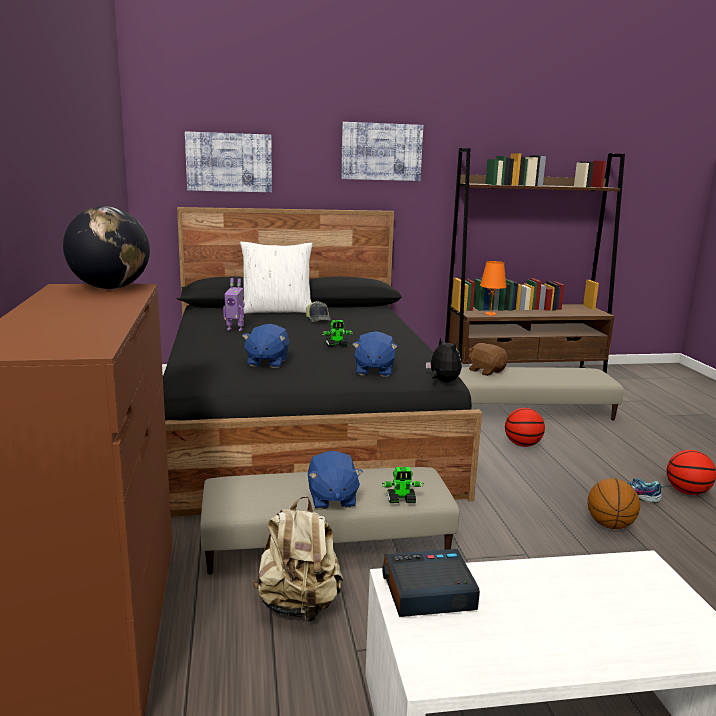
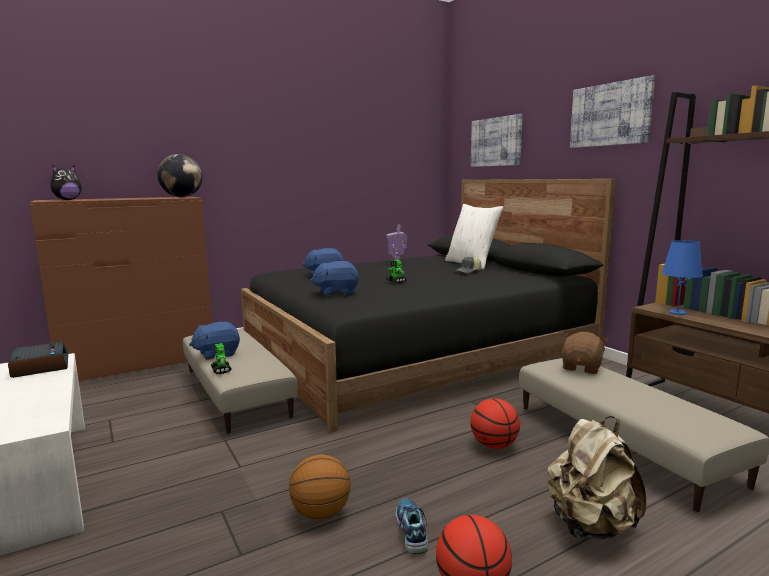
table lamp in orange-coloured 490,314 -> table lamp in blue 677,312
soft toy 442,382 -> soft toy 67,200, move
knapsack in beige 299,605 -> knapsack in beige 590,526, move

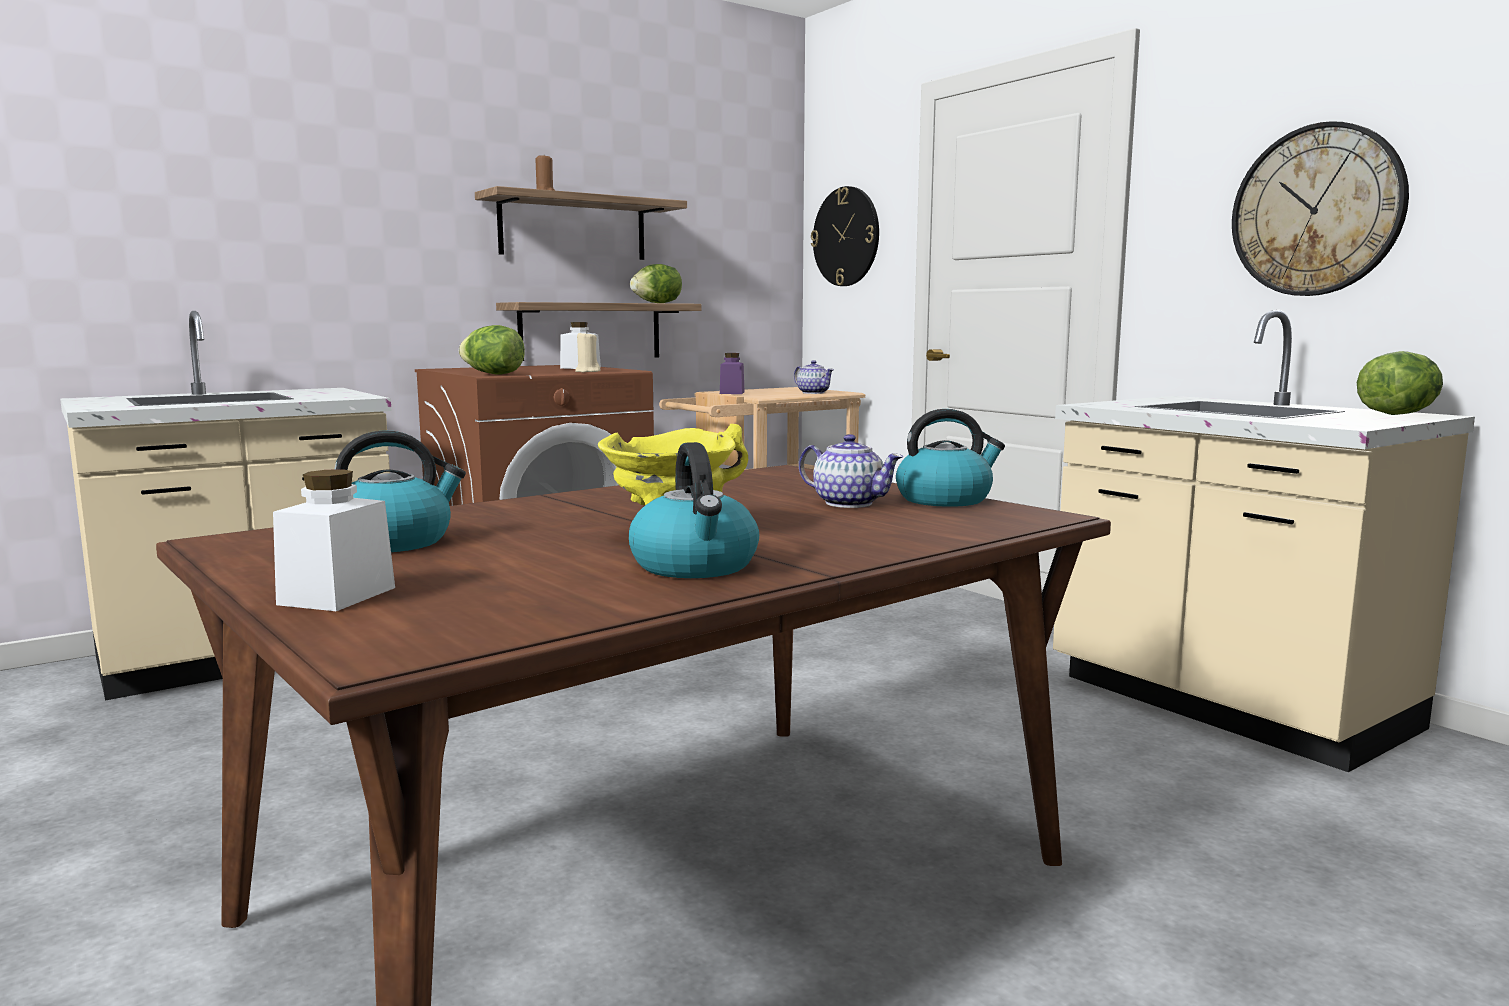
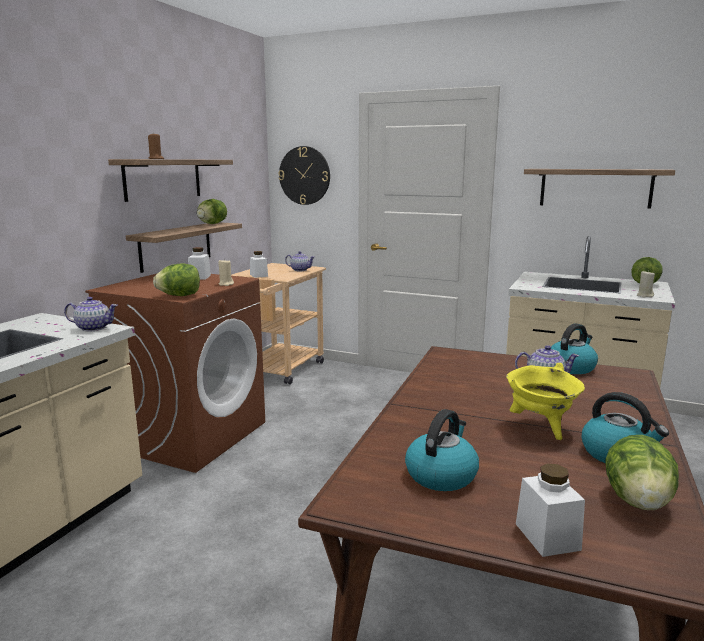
wall clock 1316,210 -> shelf 595,188
storage jar in purple 732,393 -> storage jar in whitish 259,275
none -> wax light in beige 644,295
none -> tea pot 93,328
none -> head of lettuce 638,501

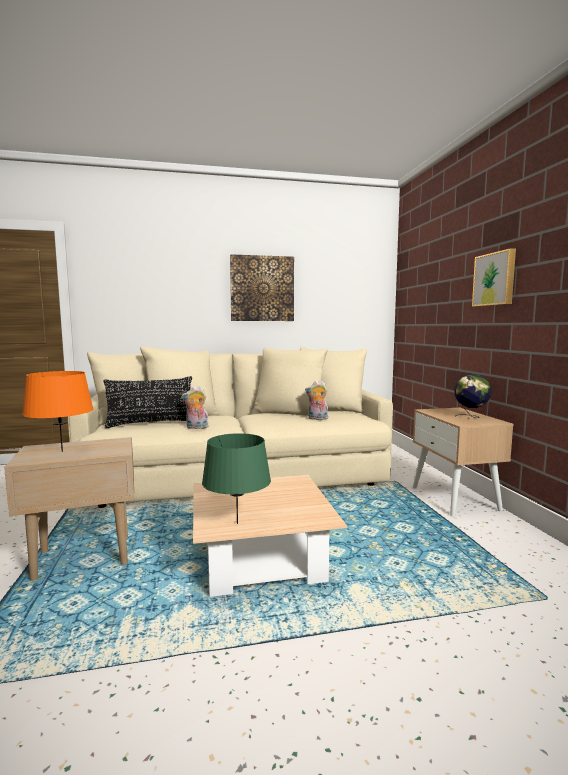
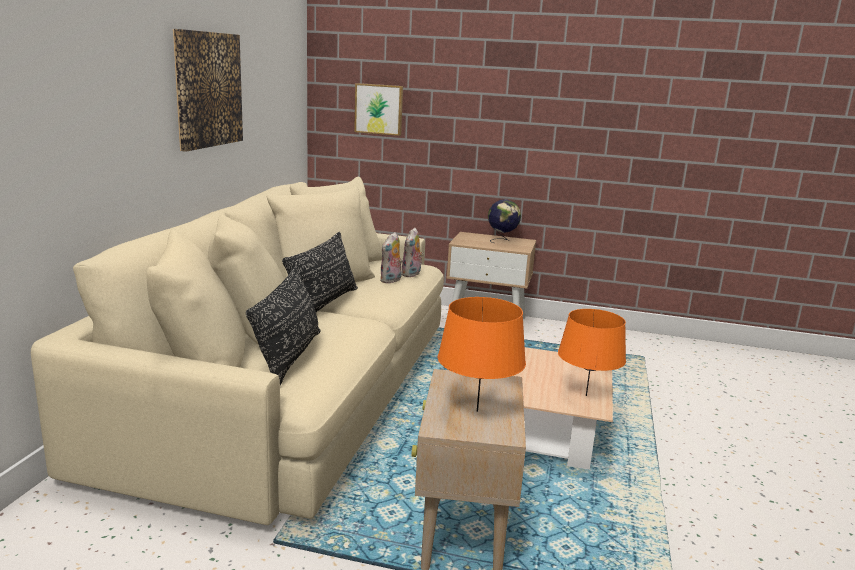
picture 495,279 -> picture 379,109, move
soft toy 196,427 -> soft toy 412,274, move
table lamp in green 237,523 -> table lamp in orange-coloured 586,395
none -> cushion in black-coloured 324,304

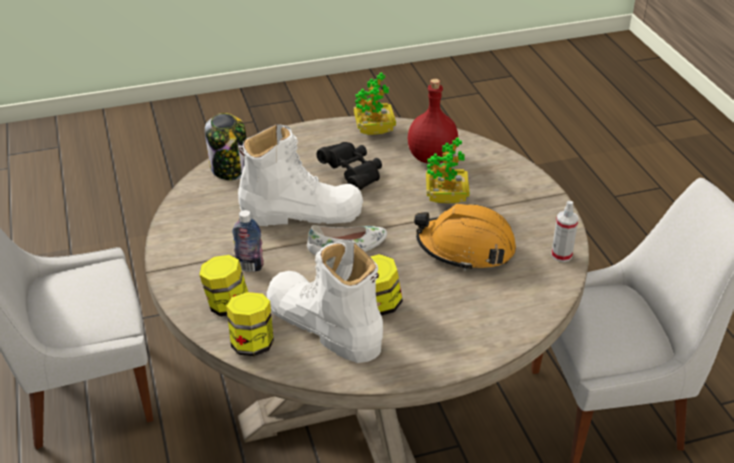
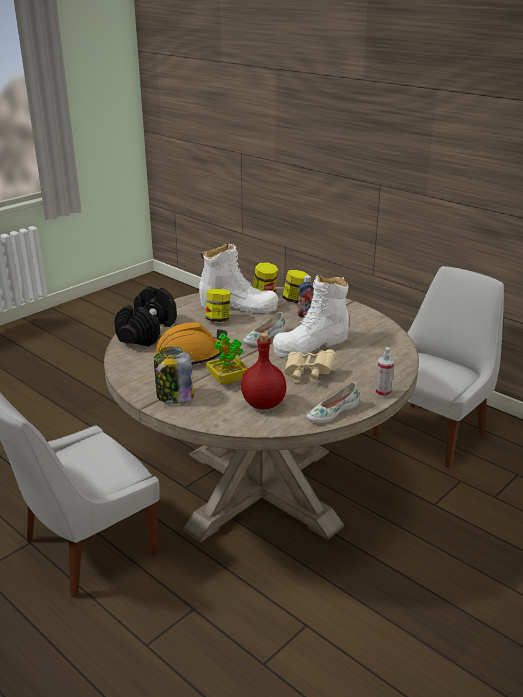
houseplant 374,130 -> shoe in whitish 332,412
storage jar 230,169 -> storage jar 174,396, move
binoculars in black-coloured 353,174 -> binoculars in beige 307,375
sprayer 561,255 -> sprayer 383,392, move
none -> dumbbell in black-coloured 147,332

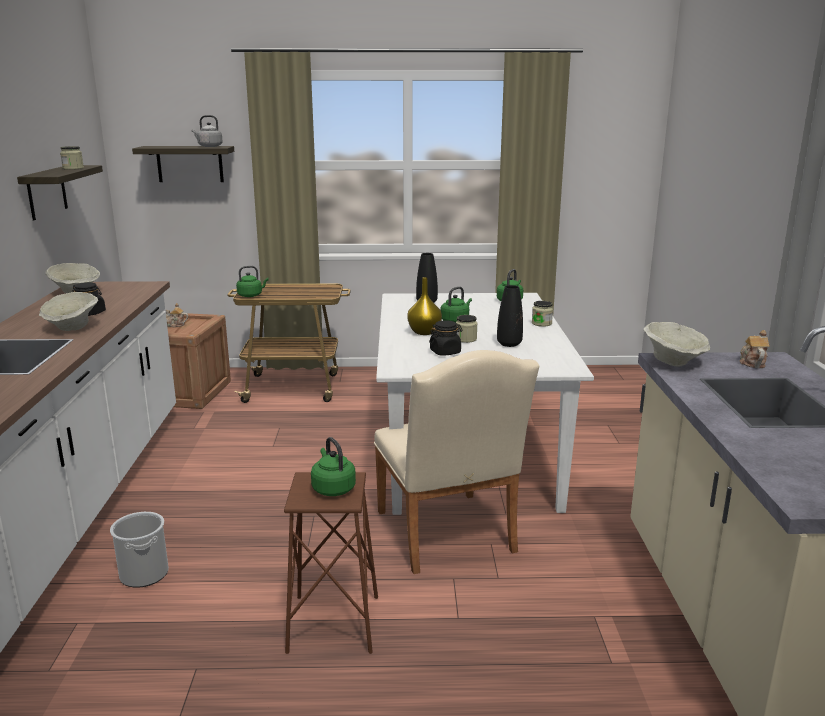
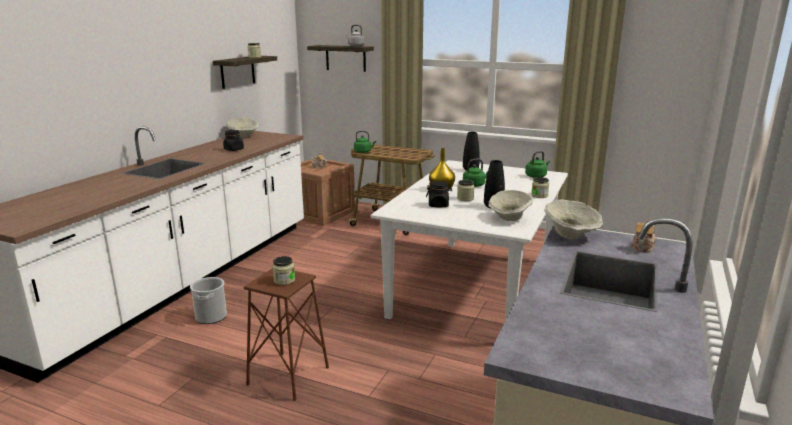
bowl in beige 71,328 -> bowl in beige 509,219, move
chair in beige 448,536 -> none
tea kettle in green 332,488 -> storage jar 284,280

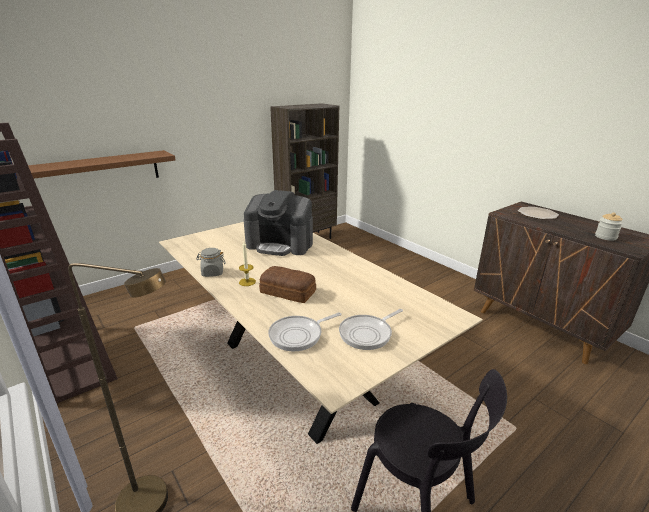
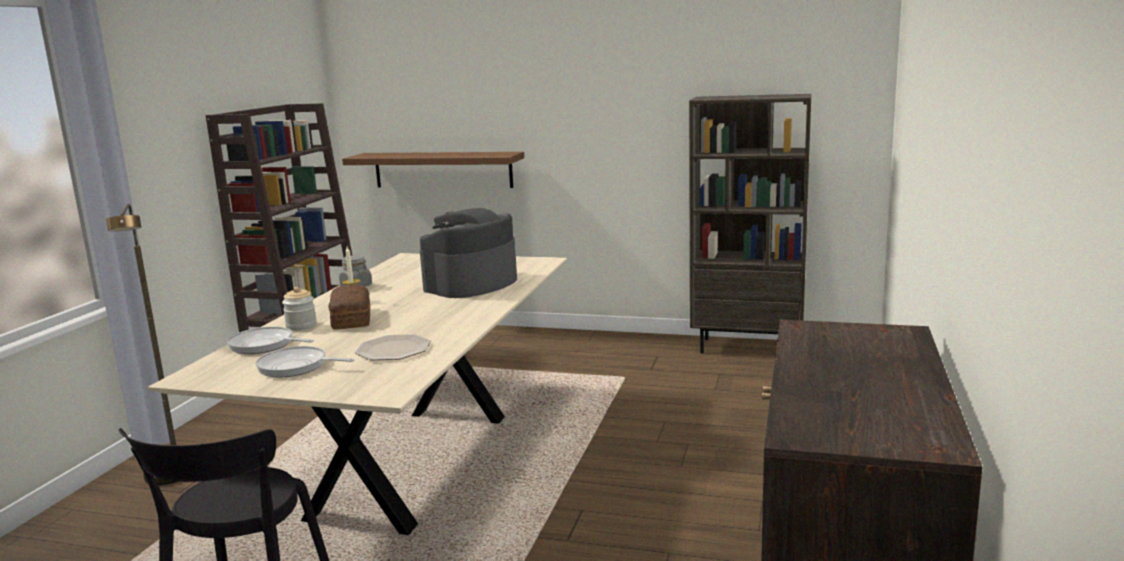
coffee machine 280,244 -> coffee machine 471,284, 60 degrees clockwise
plate 537,214 -> plate 393,349, move
storage jar 605,237 -> storage jar 301,326, move

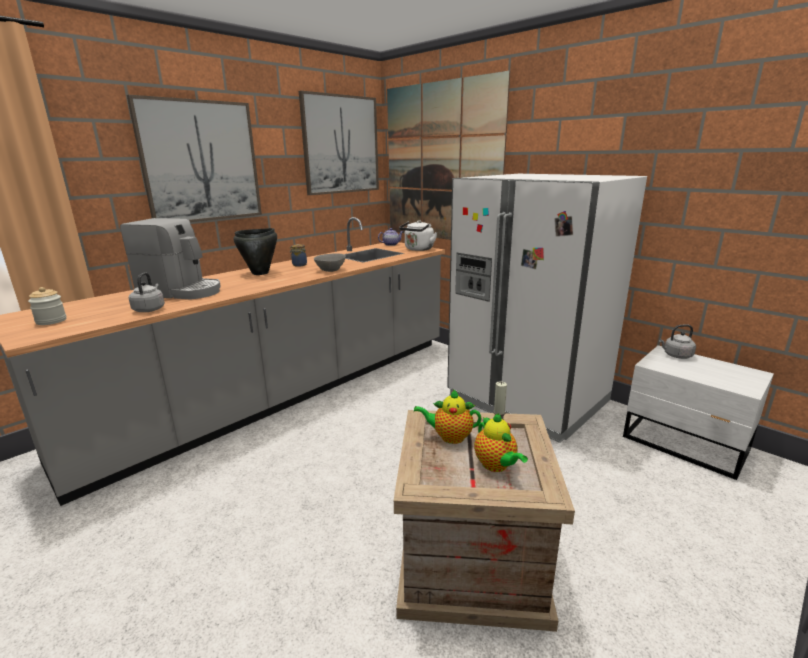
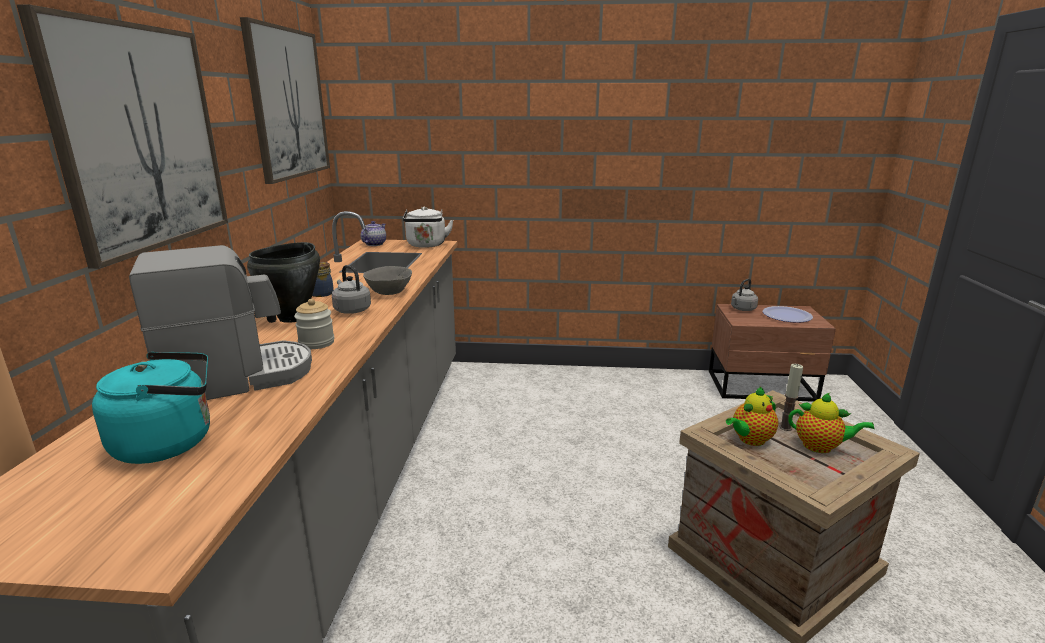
picture 441,163 -> none
kitchen fridge in whitish 527,399 -> none
tea kettle in greyish 149,309 -> tea kettle in greyish 351,310, move
storage jar 51,321 -> storage jar 316,343, move
nightstand in whitish 686,444 -> nightstand in brown 763,387
none -> plate 787,316
none -> tea kettle in blue-green 171,442

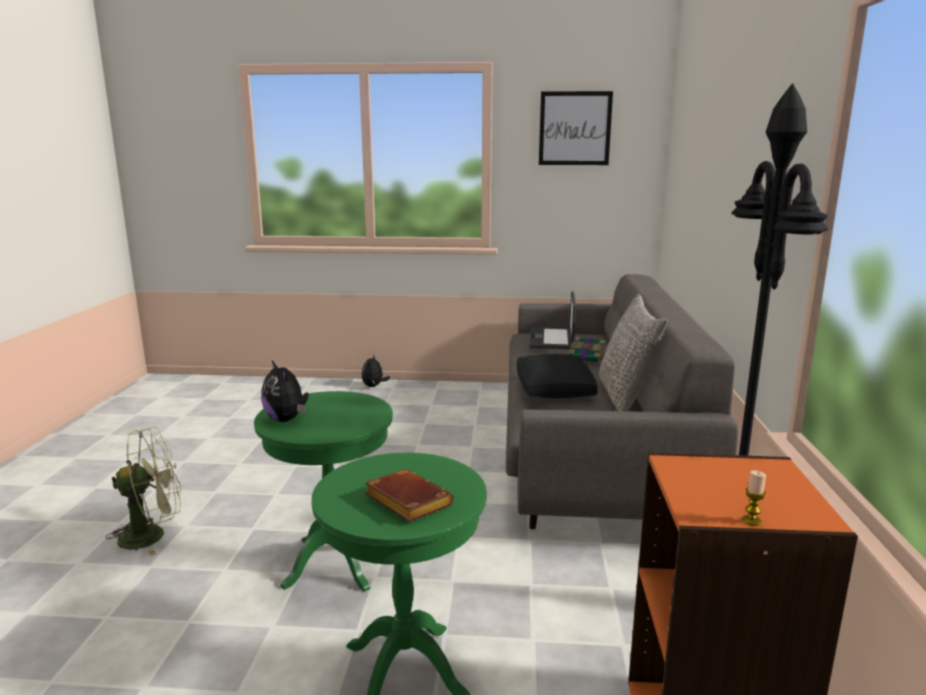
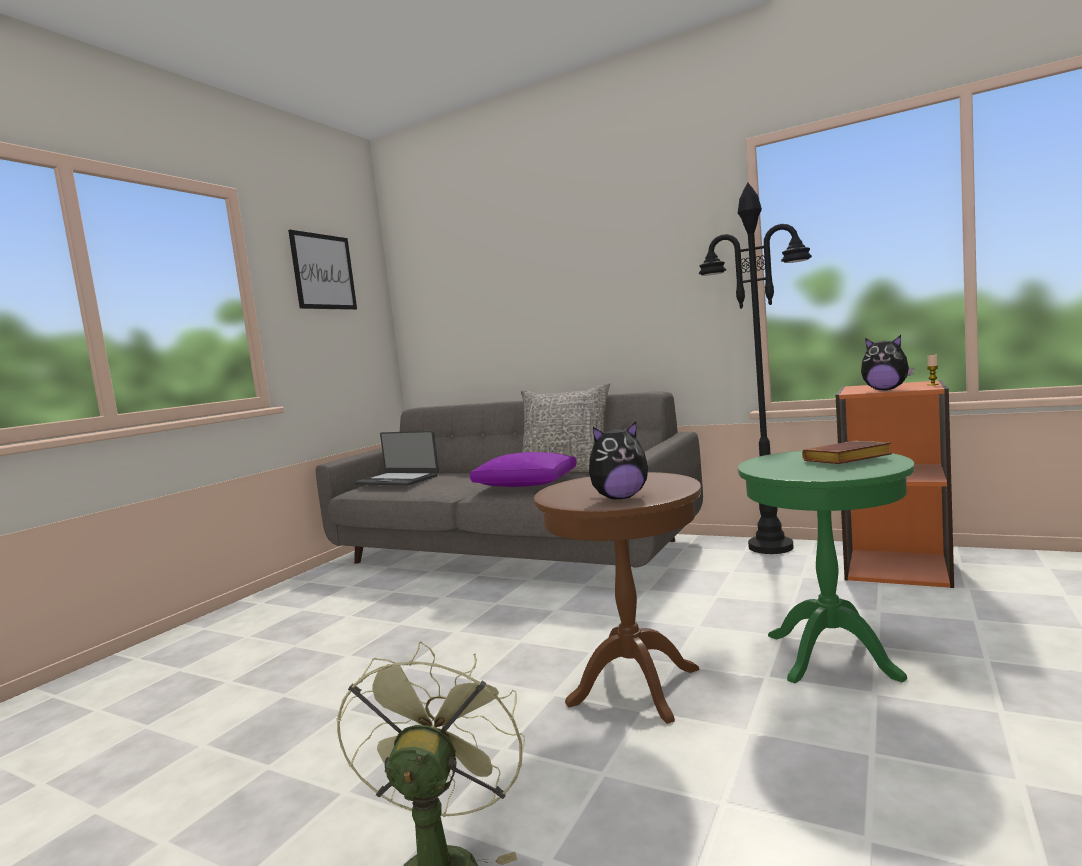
volume 587,357 -> none
soft toy 374,386 -> soft toy 885,390, move
cushion in black-coloured 554,390 -> cushion in purple 526,484
end table in green 334,563 -> end table in brown 634,686

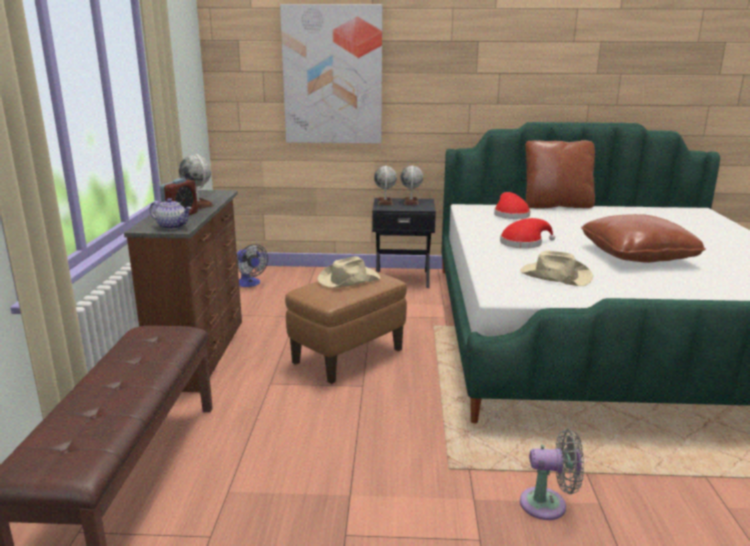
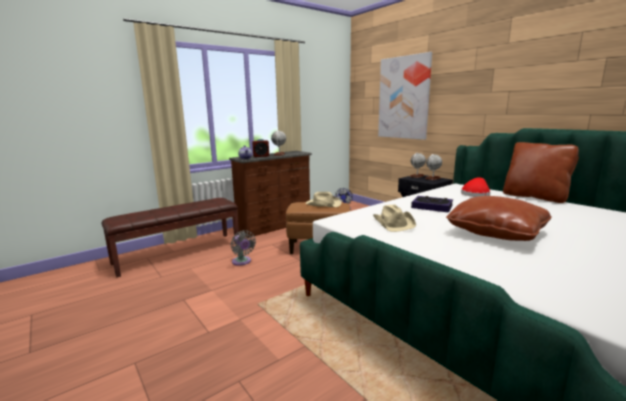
clothing hat in red-coloured 524,243 -> volume 432,207
cooling fan in greyish 548,504 -> cooling fan in greyish 242,262, move

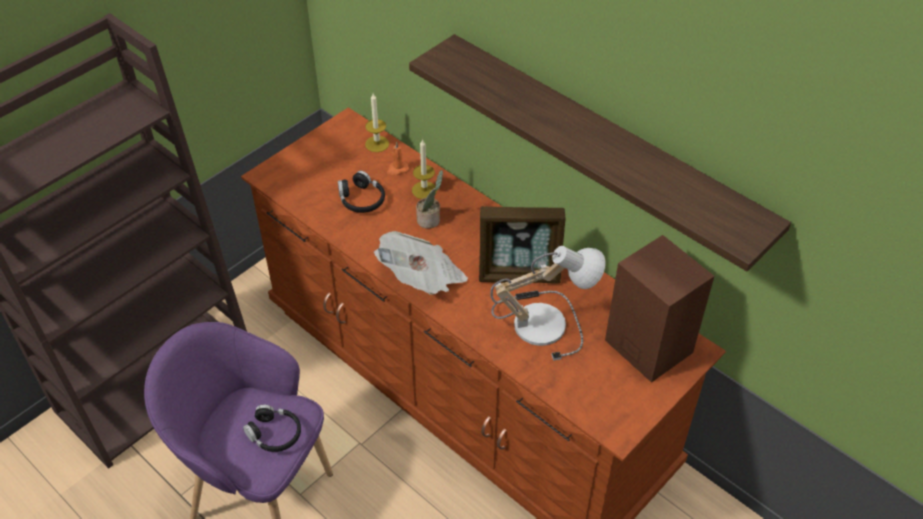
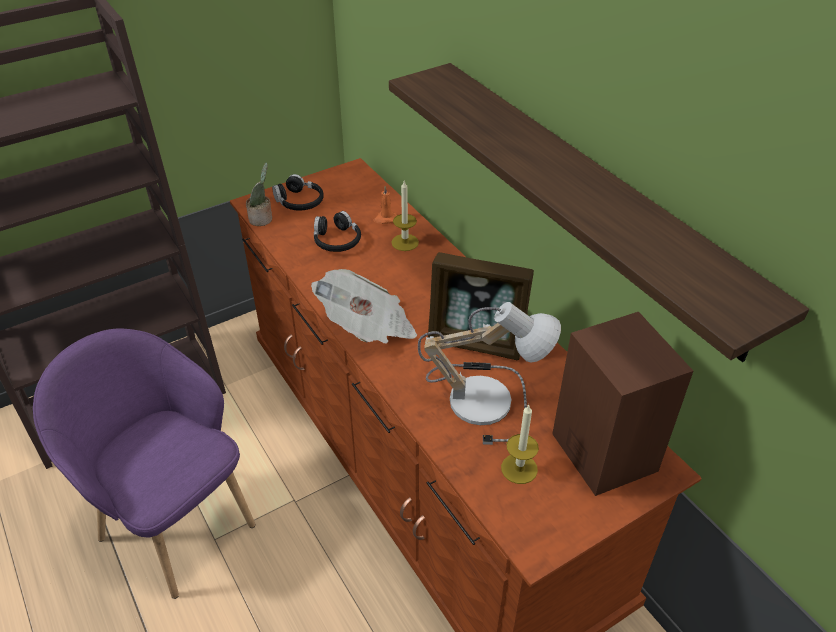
wax light 377,144 -> wax light 519,468, move
houseplant 430,220 -> houseplant 262,219, move
headphones in black-coloured 274,434 -> headphones in black-coloured 299,201, move

